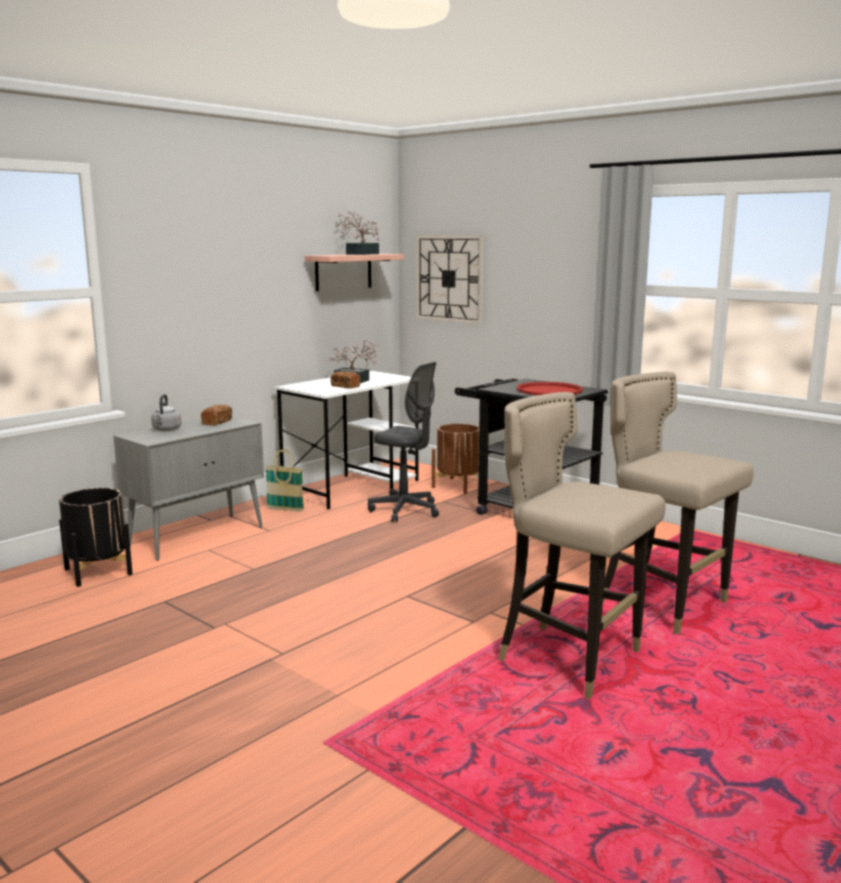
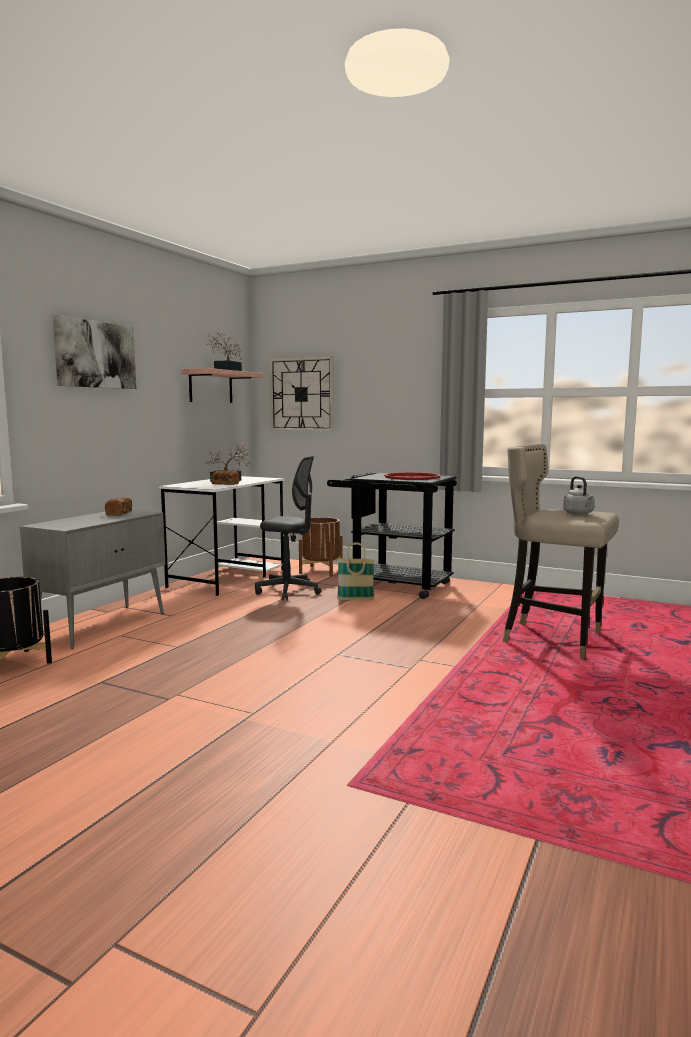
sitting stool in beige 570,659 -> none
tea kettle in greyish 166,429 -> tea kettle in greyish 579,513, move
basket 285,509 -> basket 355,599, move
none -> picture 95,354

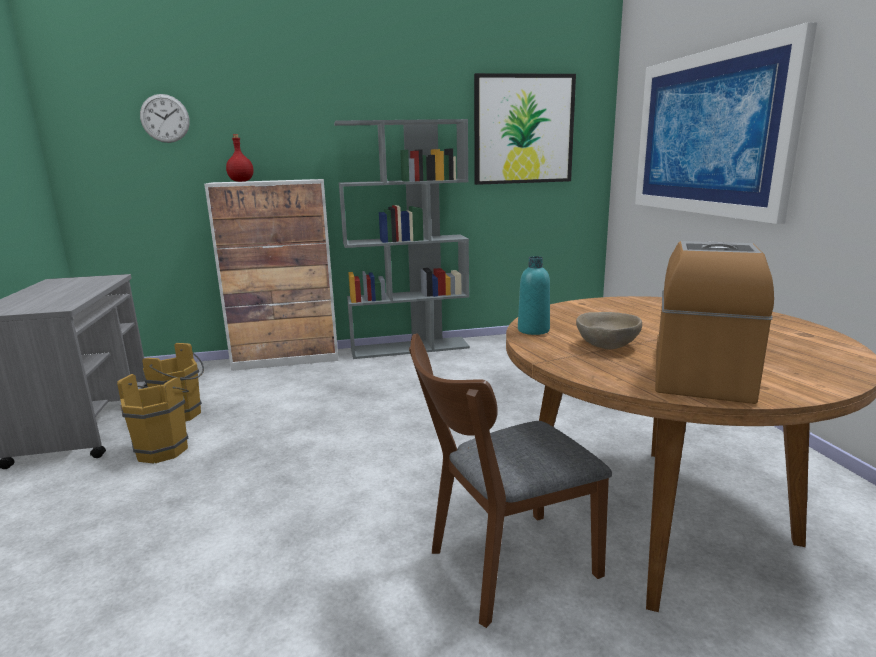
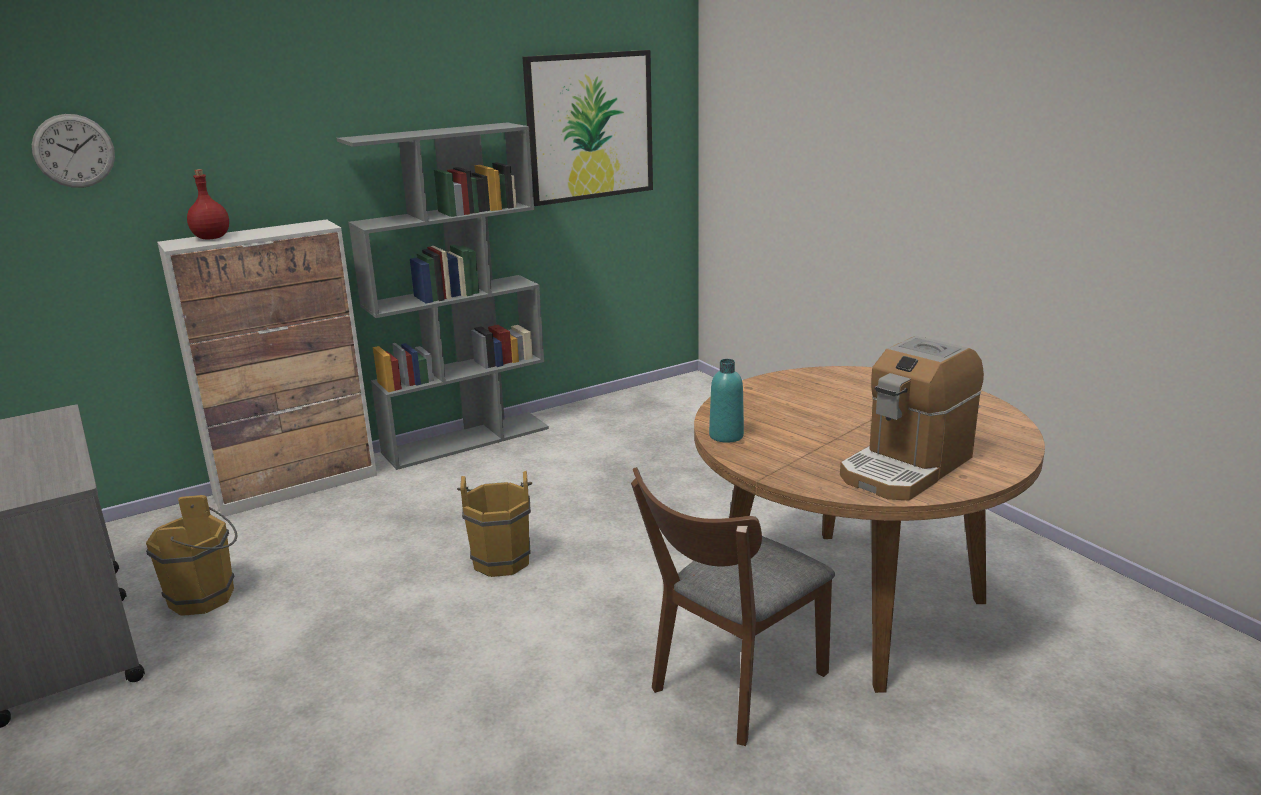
picture 709,134 -> none
coffee machine 699,372 -> coffee machine 906,467, 135 degrees counterclockwise
bowl in beige 606,345 -> none
water bucket in brown 165,448 -> water bucket in brown 501,558, move

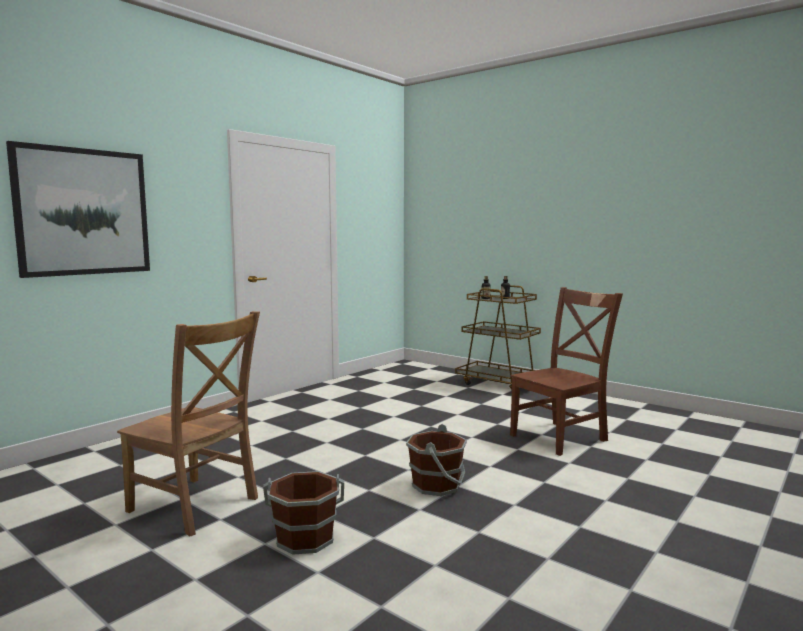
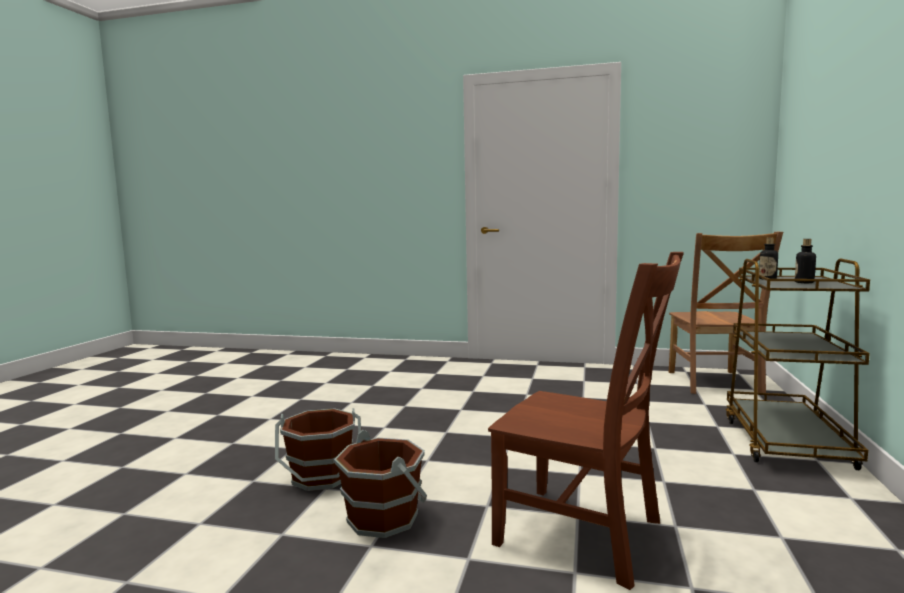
picture 83,212 -> none
chair in brown 196,506 -> chair in brown 714,383, move
water bucket in brown 305,538 -> water bucket in brown 384,517, move

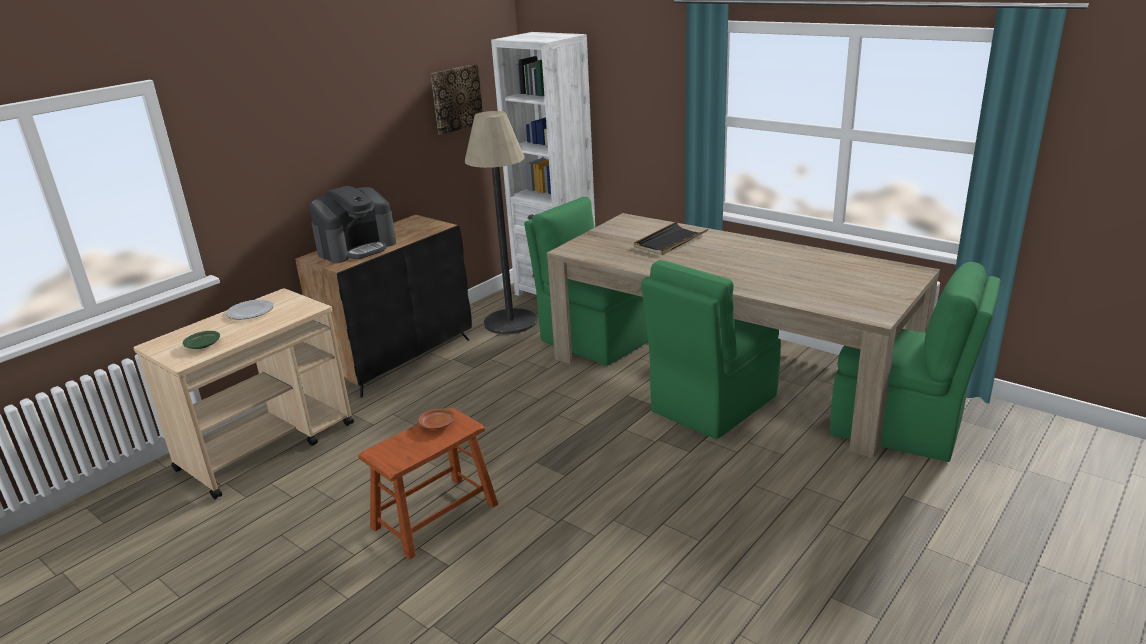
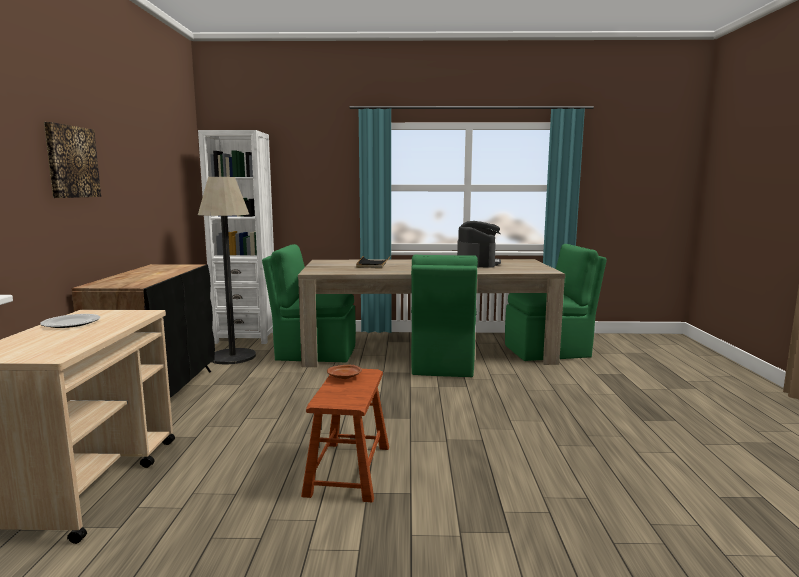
picture 456,98 -> picture 71,162, move
coffee machine 357,248 -> coffee machine 477,263, move
plate in green 203,345 -> none

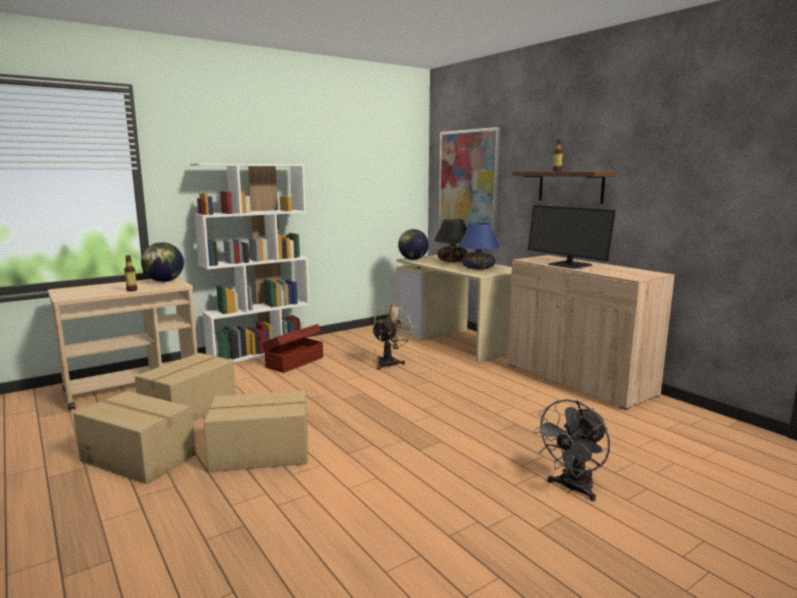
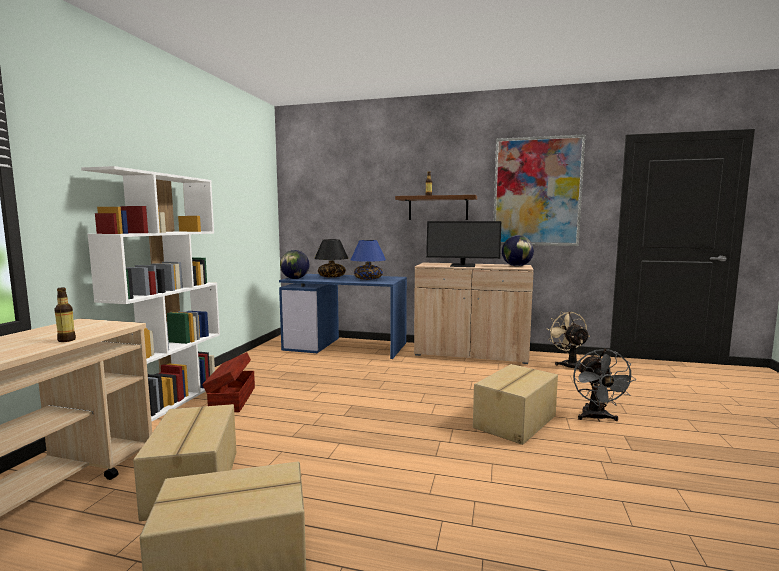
picture 468,185 -> picture 537,192, move
world globe 164,281 -> world globe 517,266, move
desk in beige 459,340 -> desk in blue 346,346
cooling fan in beige 390,362 -> cooling fan in beige 569,364, move
packing box 261,453 -> packing box 516,422, move

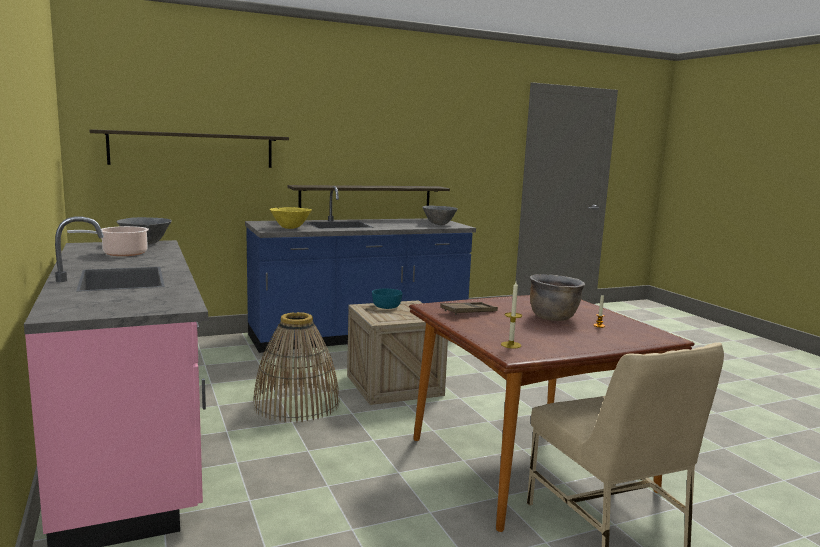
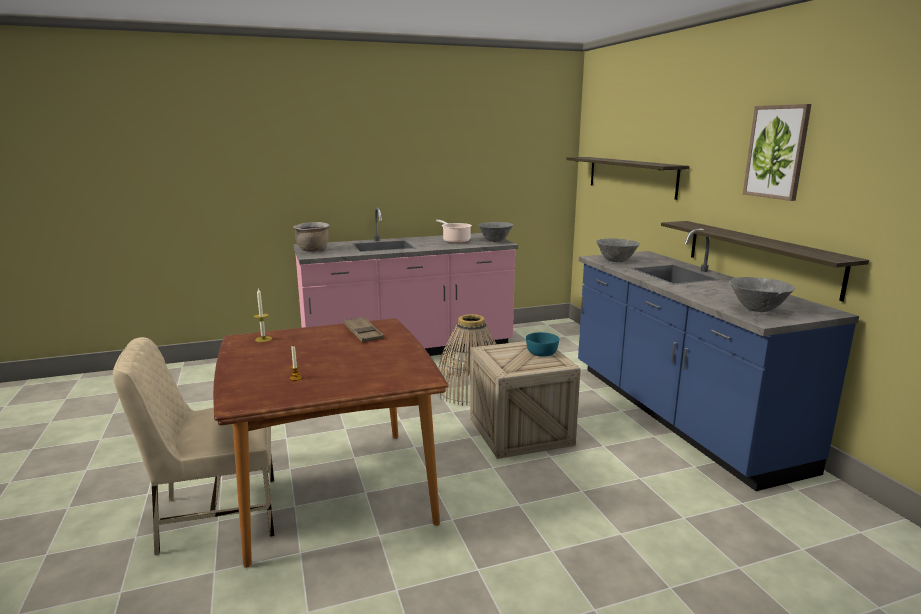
bowl in yellowish 290,228 -> bowl in greyish 616,261
saucepot in brown 553,317 -> saucepot in brown 313,250, move
none -> picture 776,152

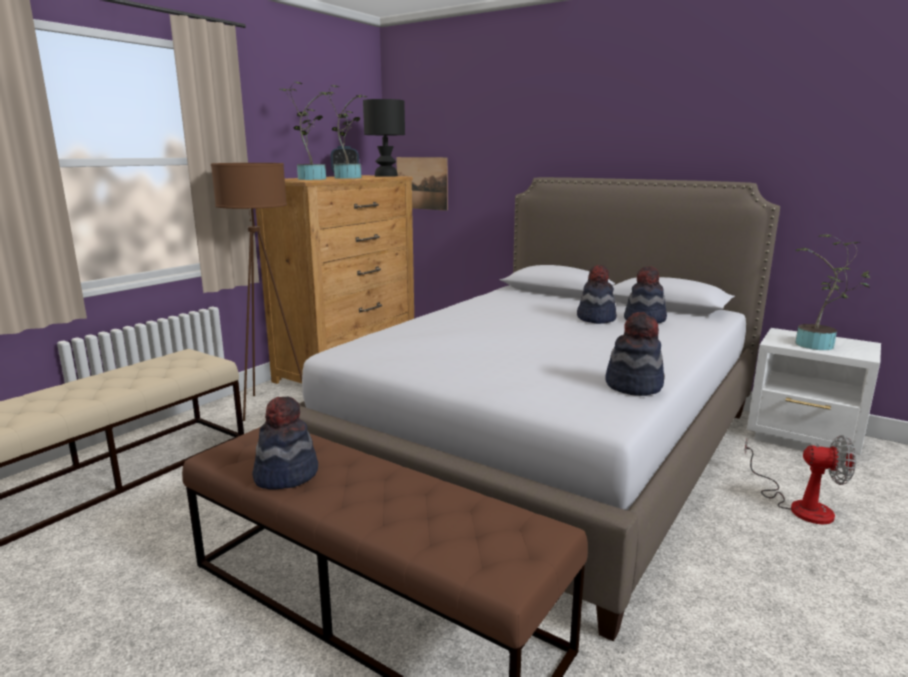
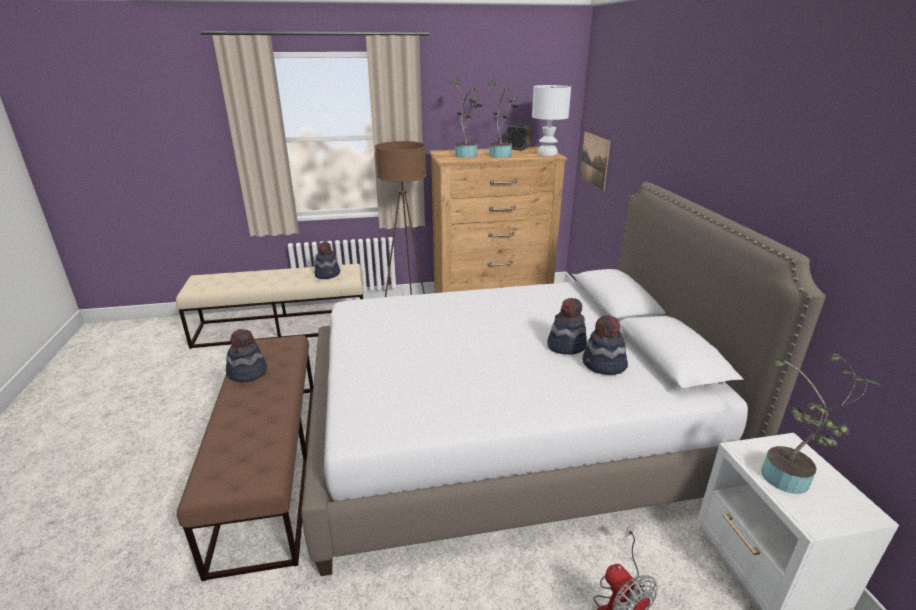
table lamp in black-coloured 385,176 -> table lamp in whitish 547,153
clothing hat 633,385 -> clothing hat 328,274, move

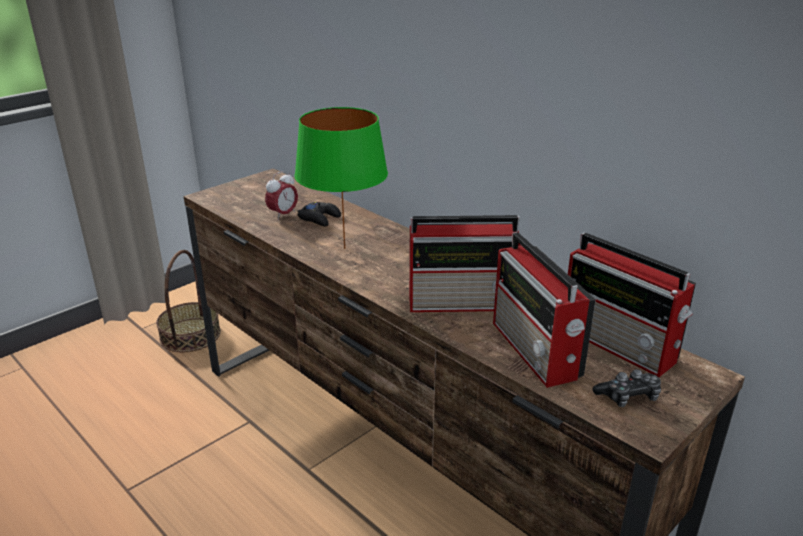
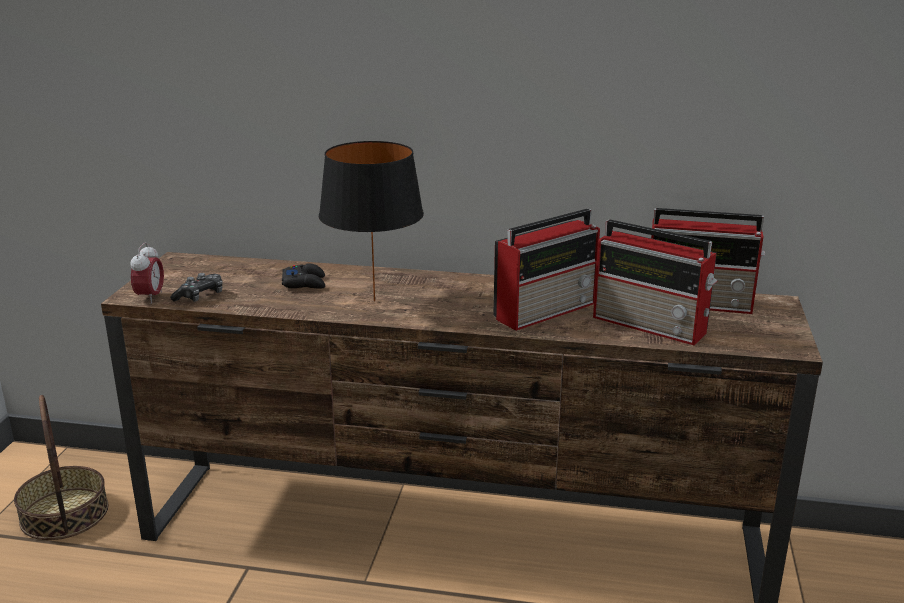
table lamp in green 344,249 -> table lamp in black-coloured 374,301
table clock 283,215 -> table clock 150,297, move
joypad 628,397 -> joypad 200,296, move

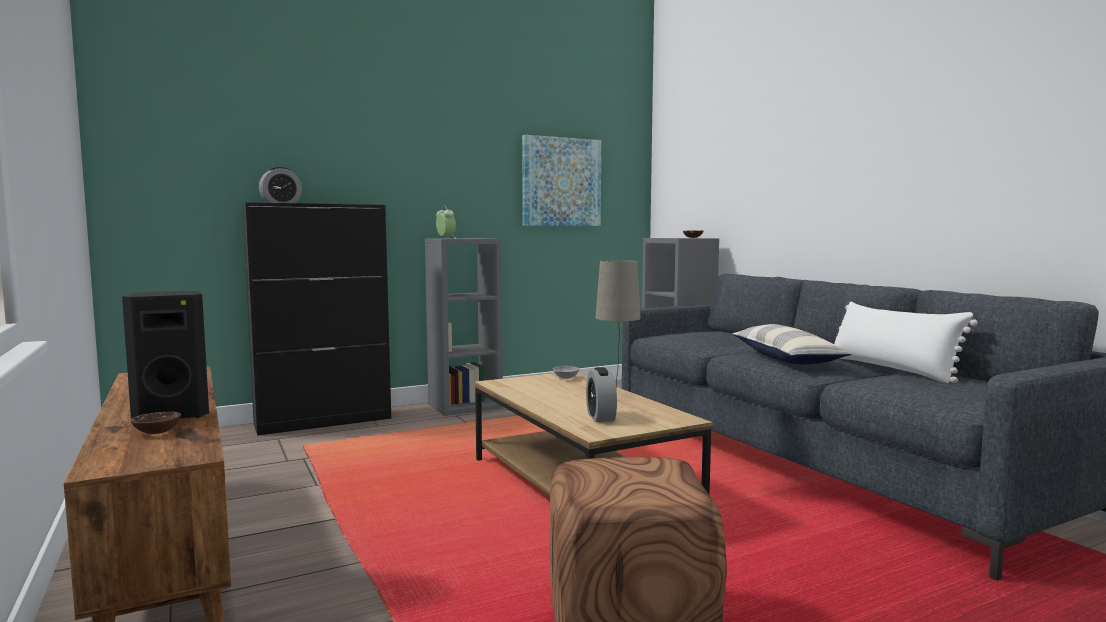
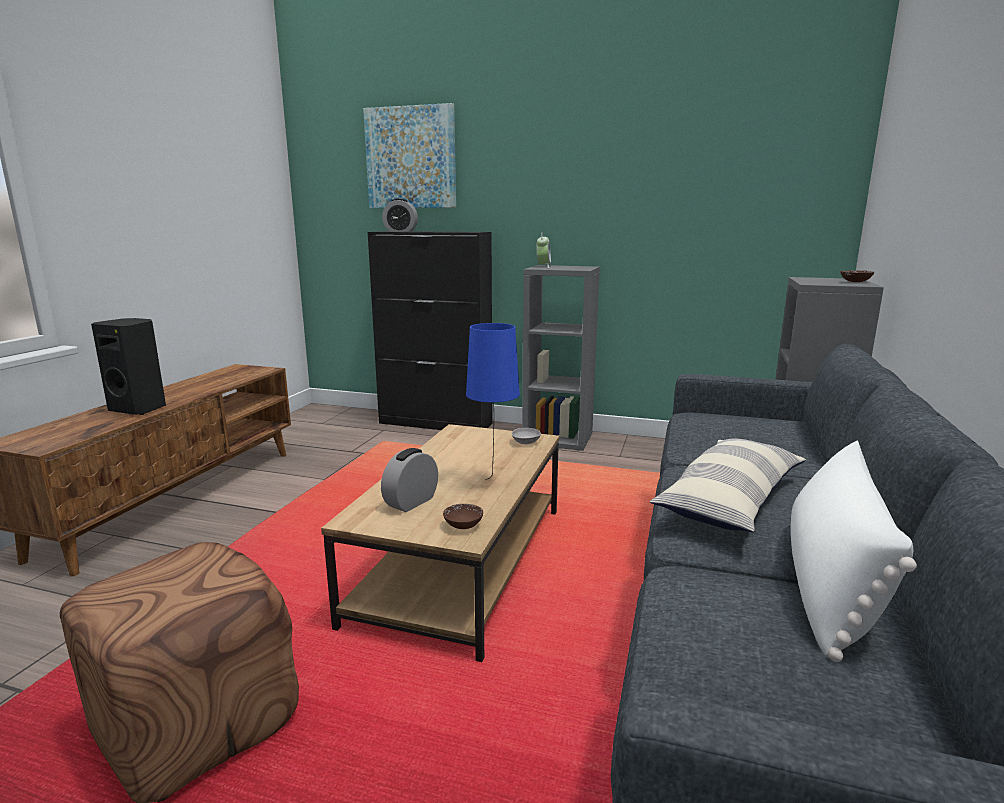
picture 561,182 -> picture 411,158, move
table lamp in beige 617,398 -> table lamp in blue 493,484
bowl in brown 157,432 -> bowl in brown 463,525, move

